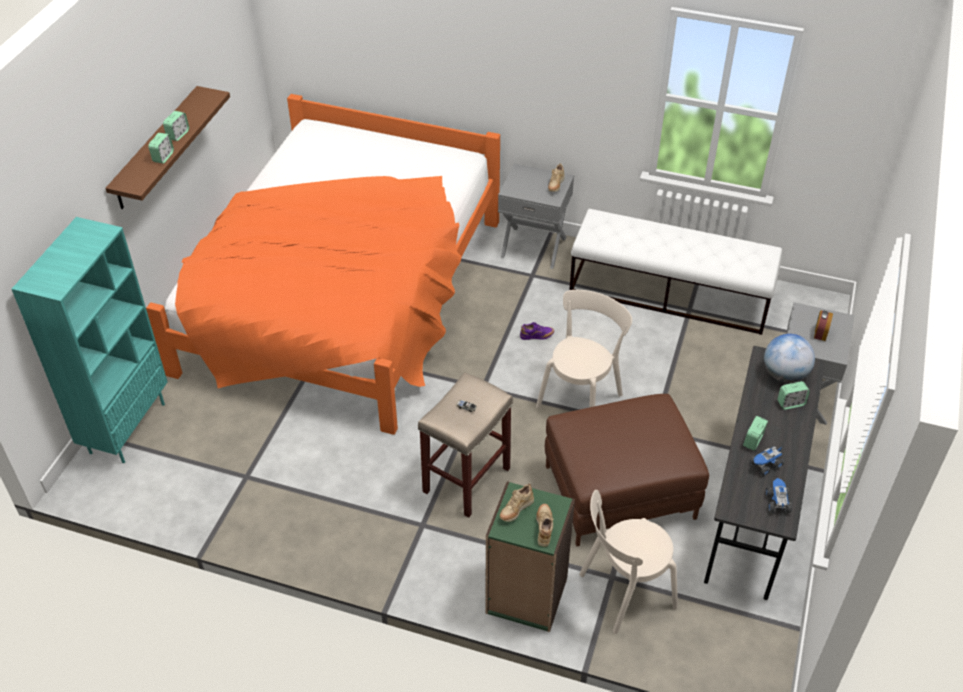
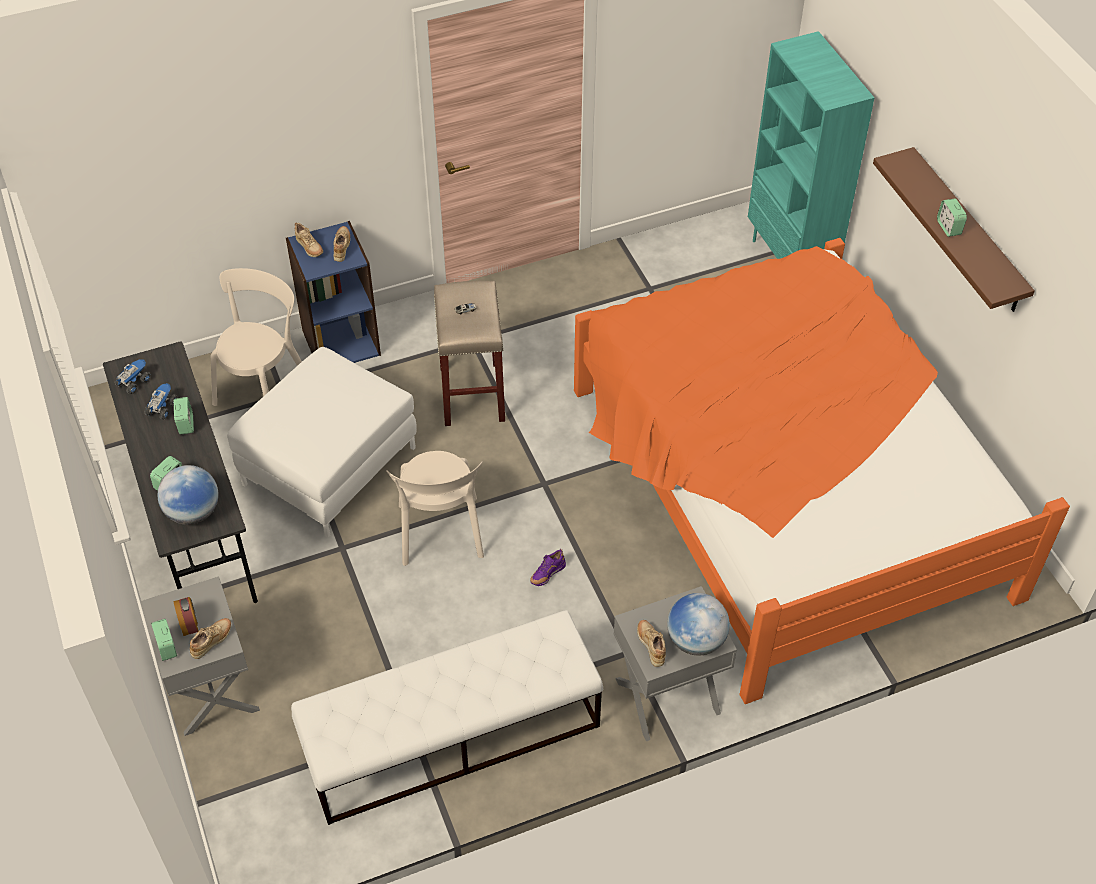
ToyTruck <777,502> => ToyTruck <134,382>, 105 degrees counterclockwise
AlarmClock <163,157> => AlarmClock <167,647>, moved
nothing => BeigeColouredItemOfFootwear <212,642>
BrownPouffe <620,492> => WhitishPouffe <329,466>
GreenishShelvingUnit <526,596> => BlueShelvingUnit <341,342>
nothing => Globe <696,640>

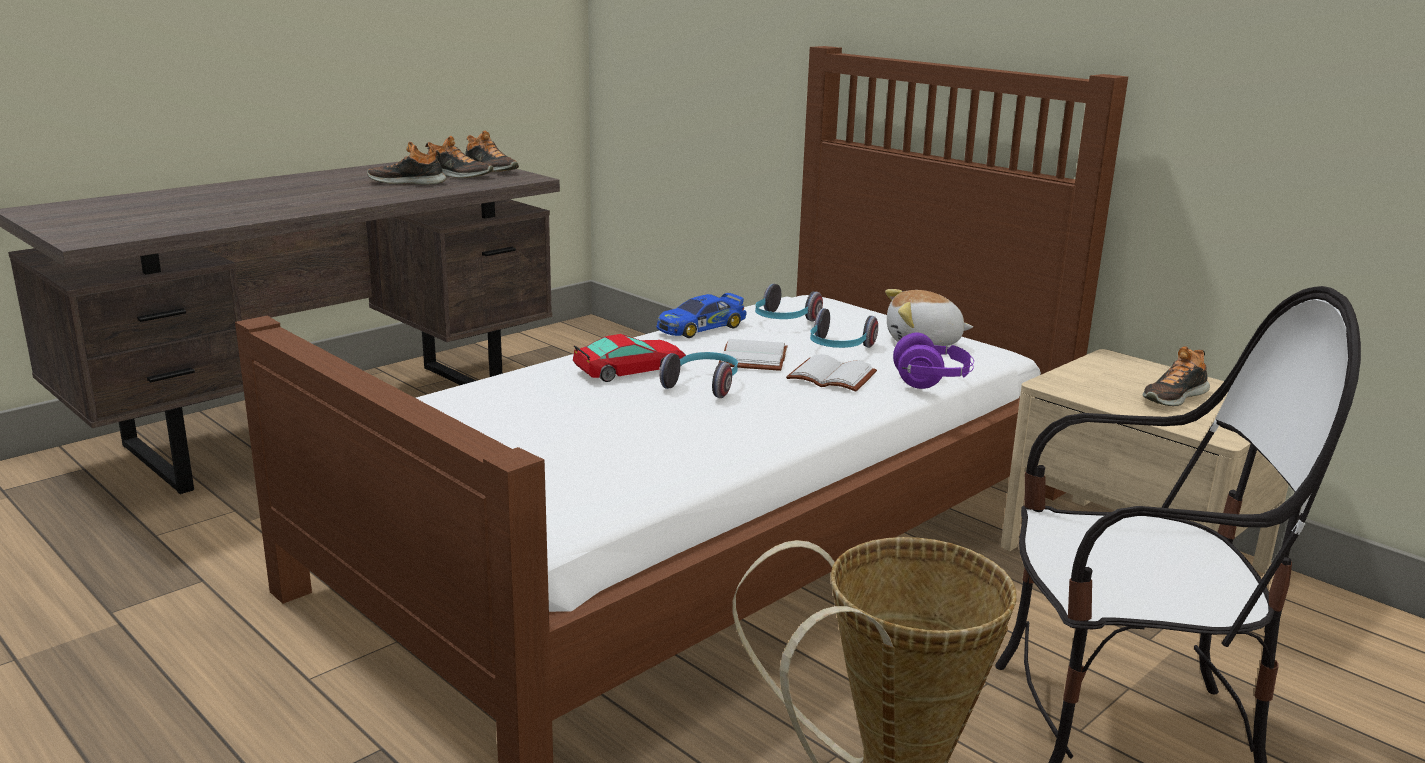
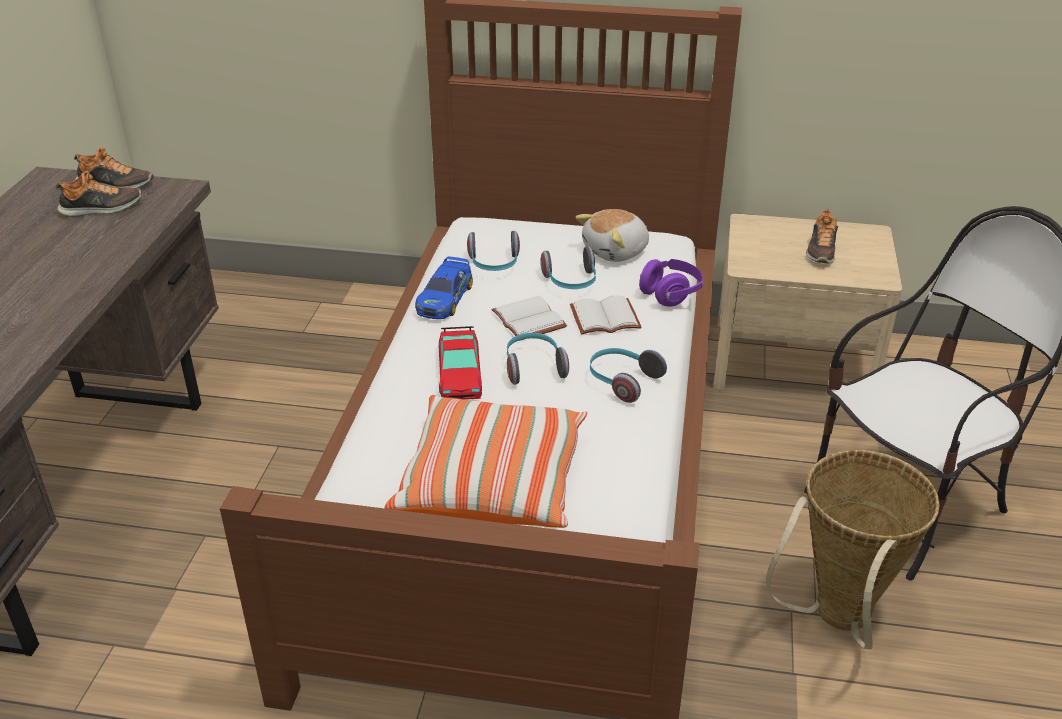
nothing => Pillow <492,482>
MiniatureCar <630,370> => MiniatureCar <459,374>, 150 degrees clockwise
nothing => Headset <622,381>
ItemOfFootwear <407,182> => nothing

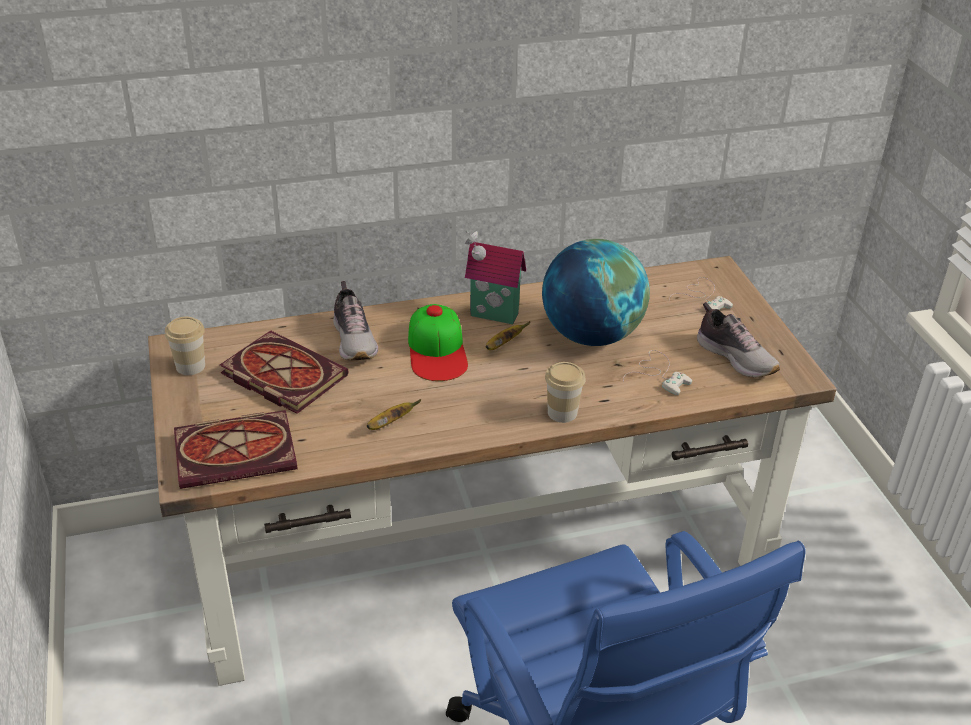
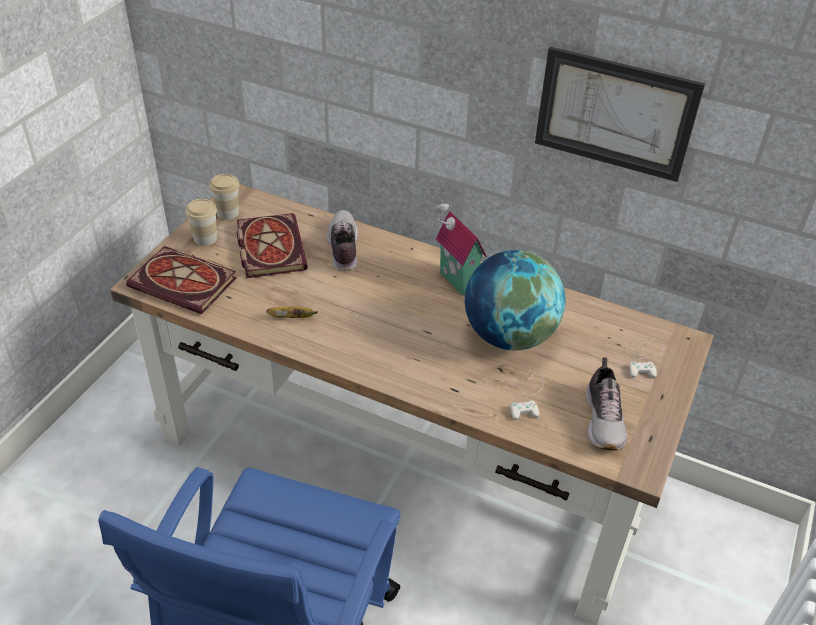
Cup <562,413> => Cup <205,238>, moved
ItemOfFootwear <355,340> => ItemOfFootwear <342,248>, 150 degrees clockwise
nothing => Picture <615,113>
BaseballCap <437,350> => nothing
BananaFruit <503,344> => nothing

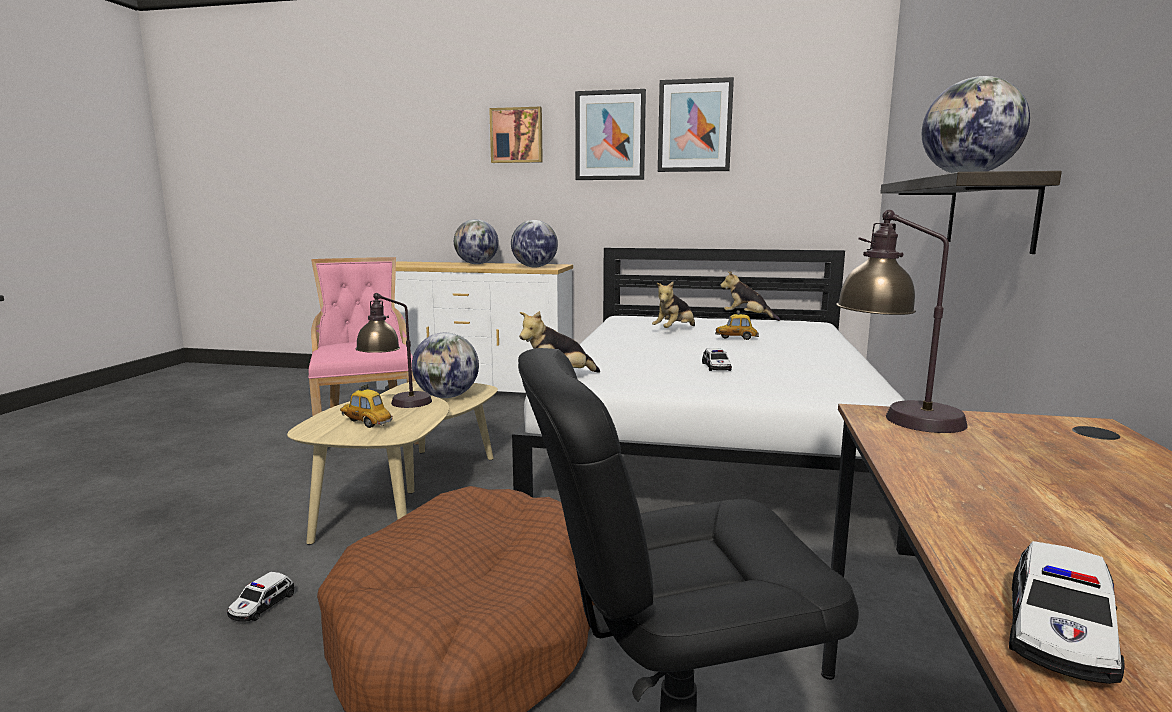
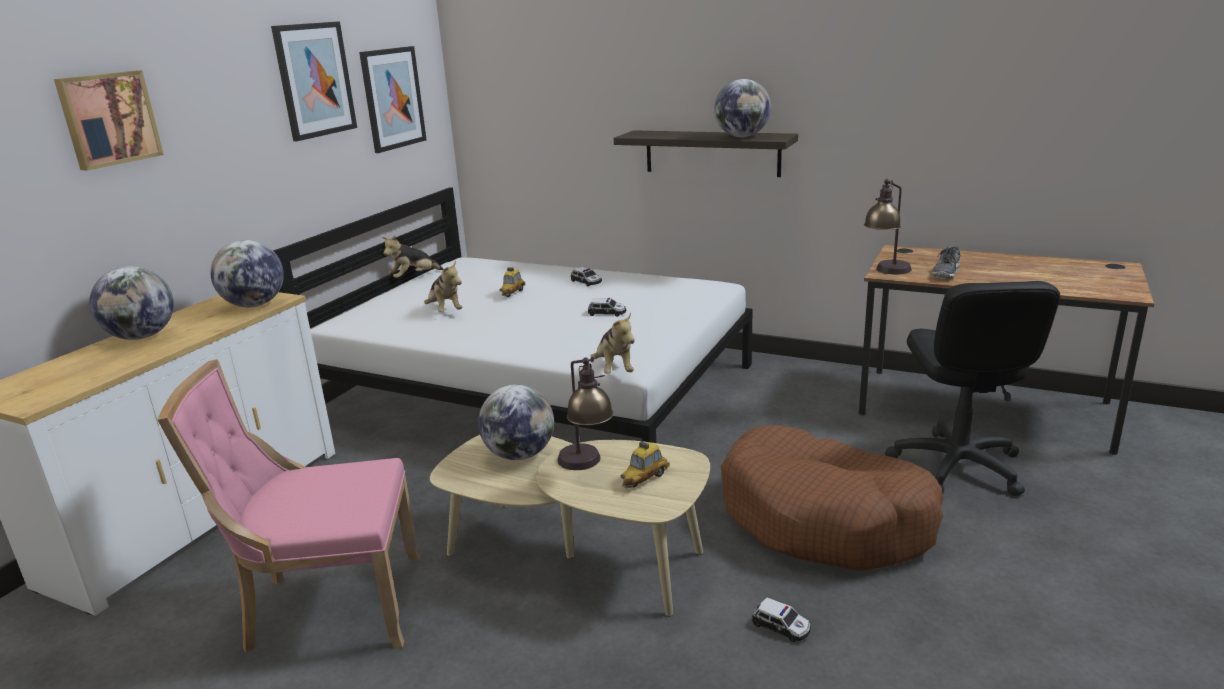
Picture <610,135> => Picture <393,98>, moved
MiniatureCar <1059,633> => MiniatureCar <586,282>, moved
nothing => ItemOfFootwear <946,273>

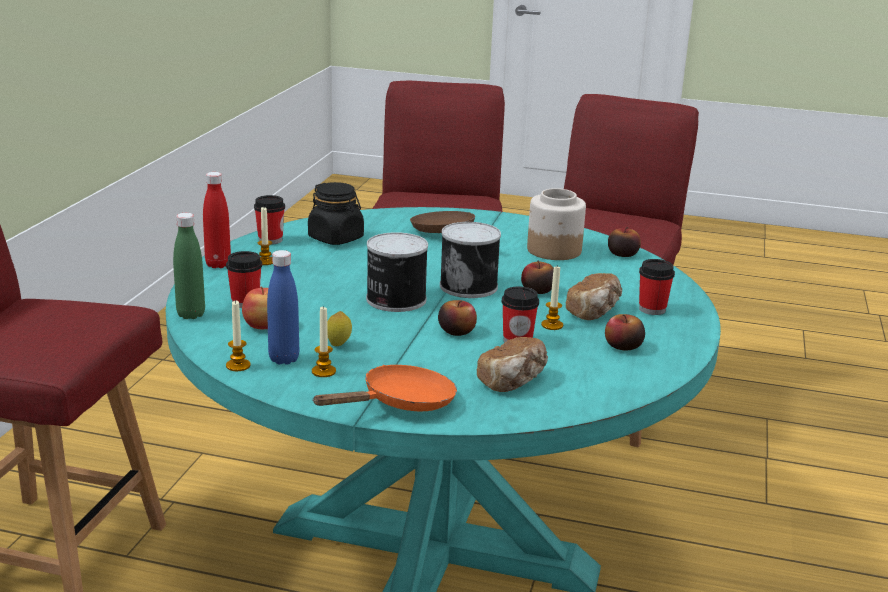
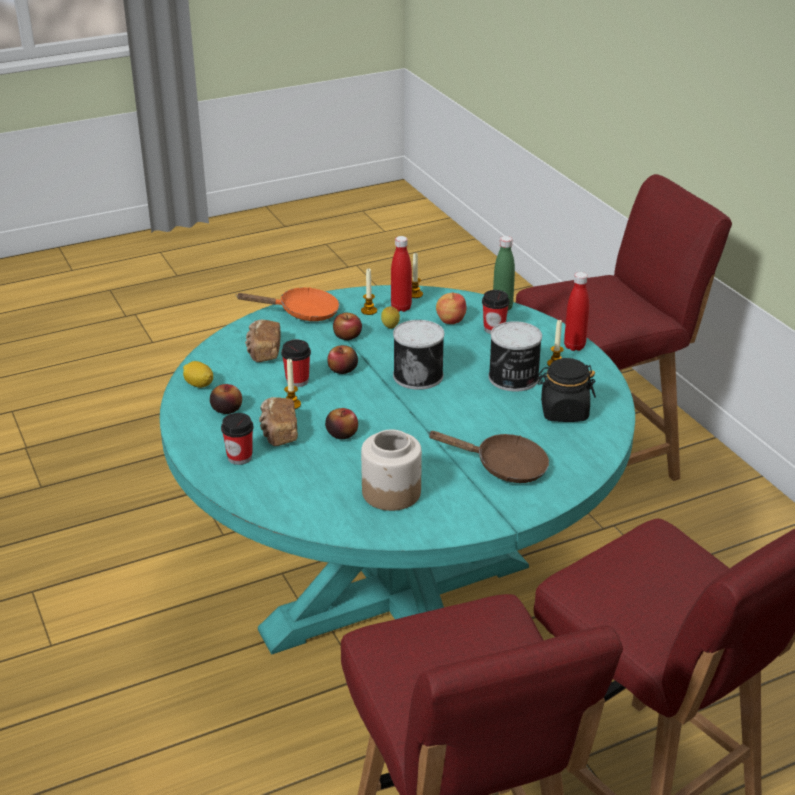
nothing => WholeLemon <199,385>
OrangeSkillet <401,403> => OrangeSkillet <302,313>, 105 degrees counterclockwise
Apple <622,254> => Apple <347,336>, moved
BlueDrinkBottle <284,359> => RedDrinkBottle <401,307>
SealedCan <469,286> => SealedCan <513,378>, moved
Cup <270,240> => nothing

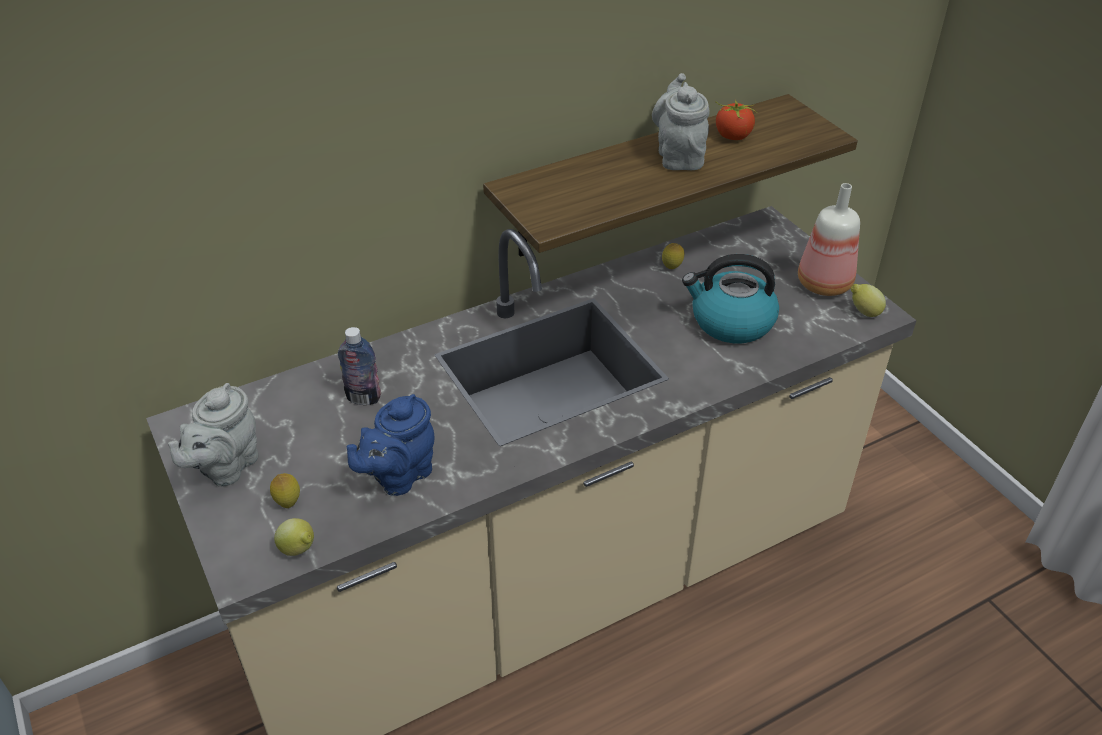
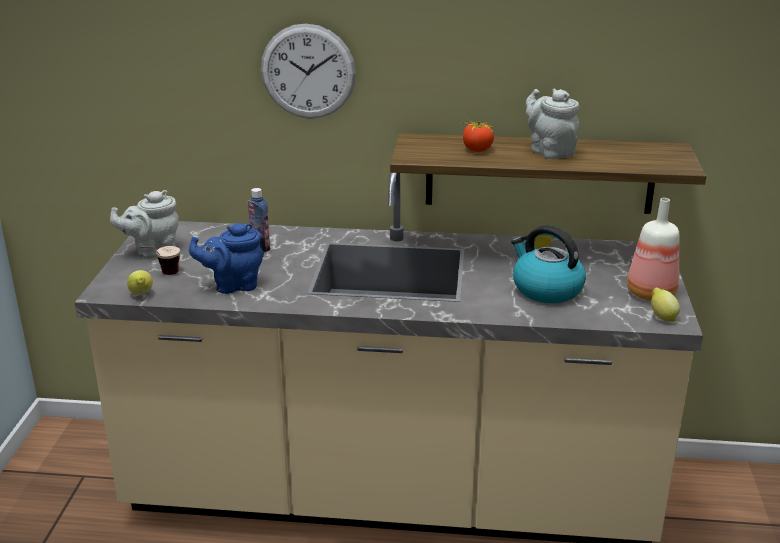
WholeLemon <288,503> => Cup <162,275>
nothing => WallClock <308,71>
WholeTomato <732,136> => WholeTomato <477,150>, moved
GrayPotForTea <679,156> => GrayPotForTea <549,151>, 60 degrees counterclockwise

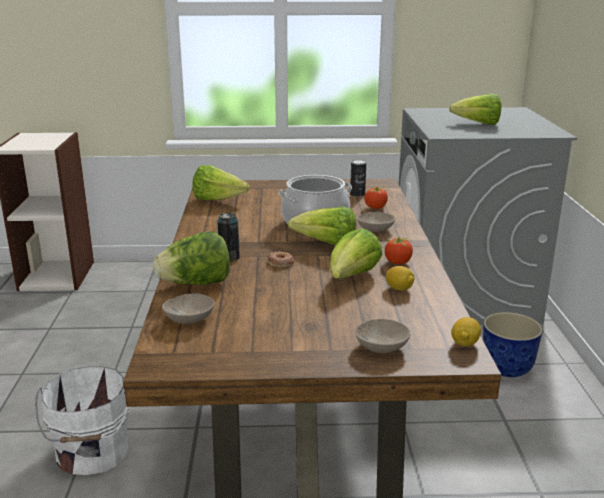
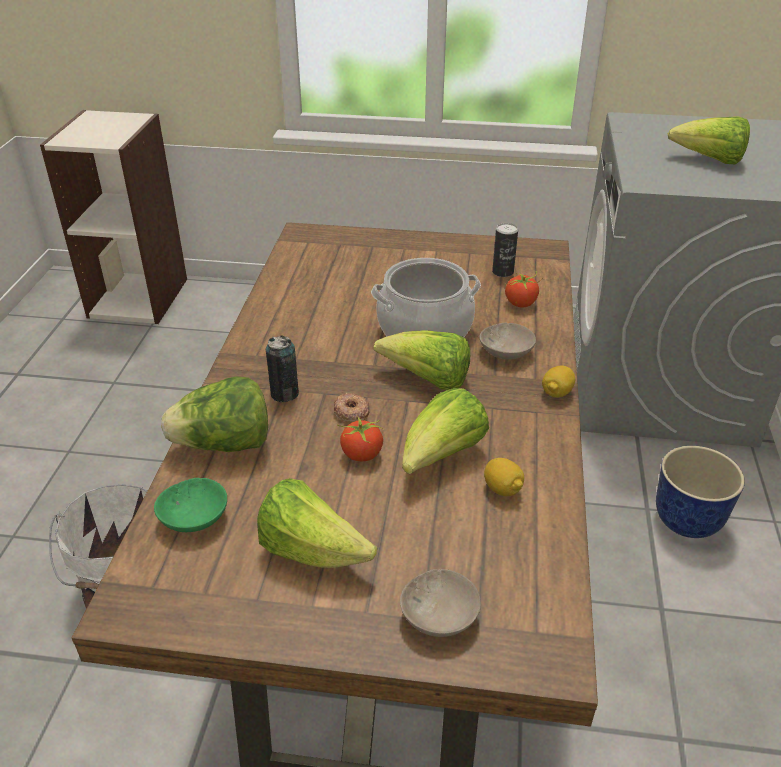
BeigeColouredServingBowl <189,319> => GreenishServingBowl <194,519>
Lettuce <218,200> => Lettuce <312,551>, moved
WholeTomato <397,262> => WholeTomato <361,455>, moved
WholeLemon <464,343> => WholeLemon <556,393>, moved

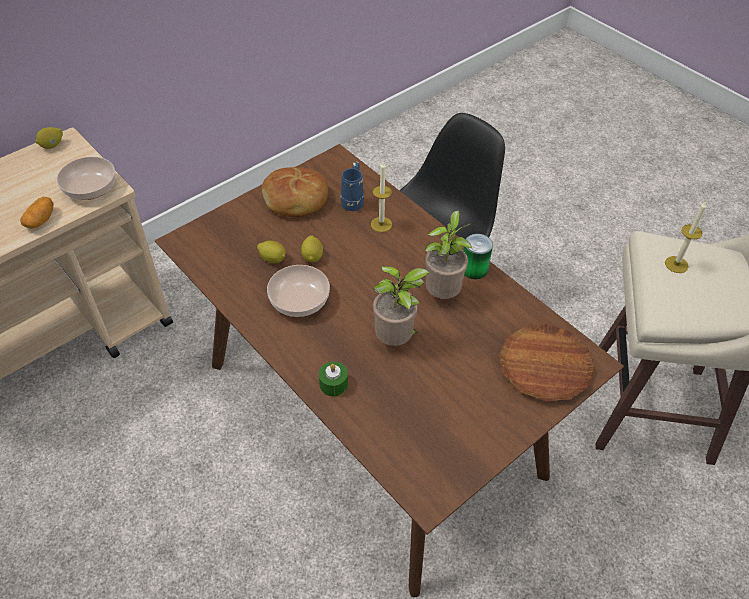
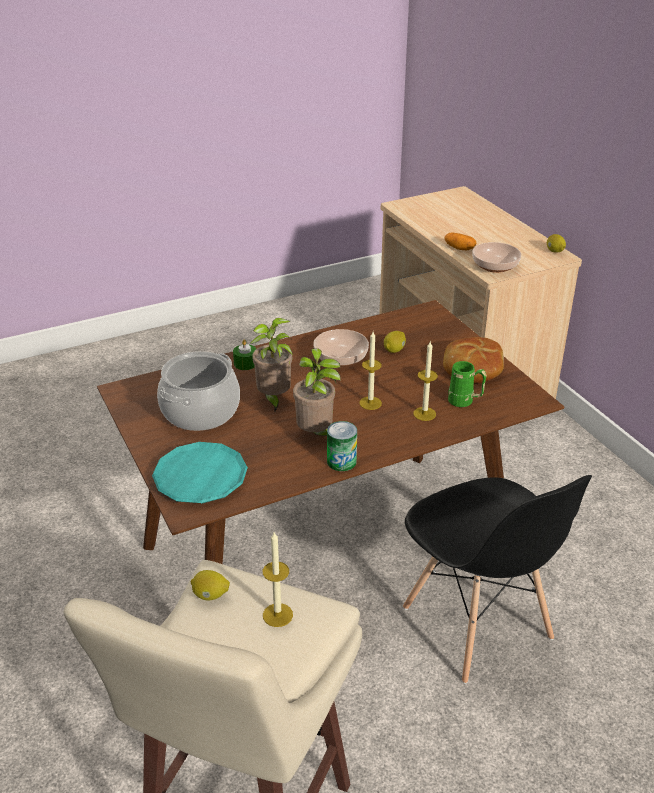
BrownFlatDish <545,366> => TurquoiseFlatDish <200,478>
nothing => Stockpot <200,411>
WholeLemon <312,256> => WholeLemon <210,595>, moved
nothing => WaxCandle <370,403>
BlueTeaMug <353,200> => GreenishTeaMug <465,402>

